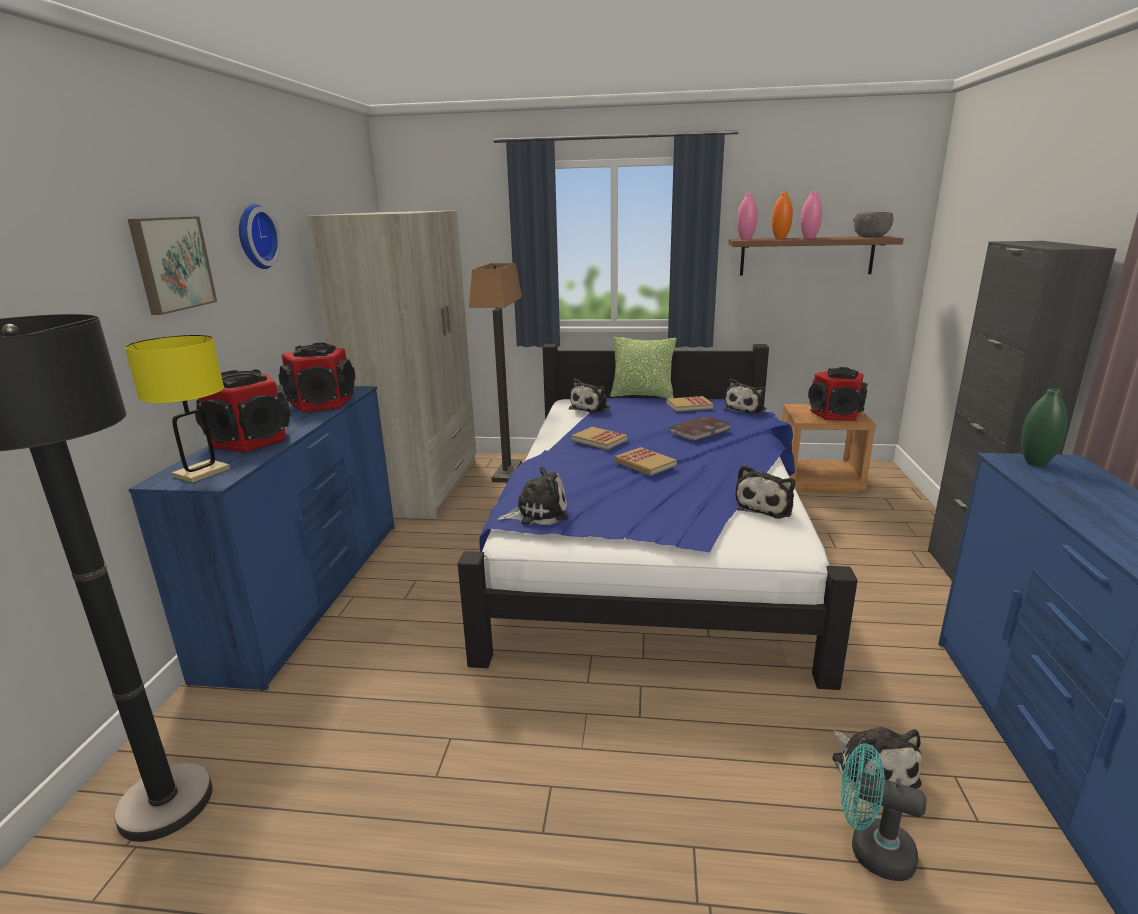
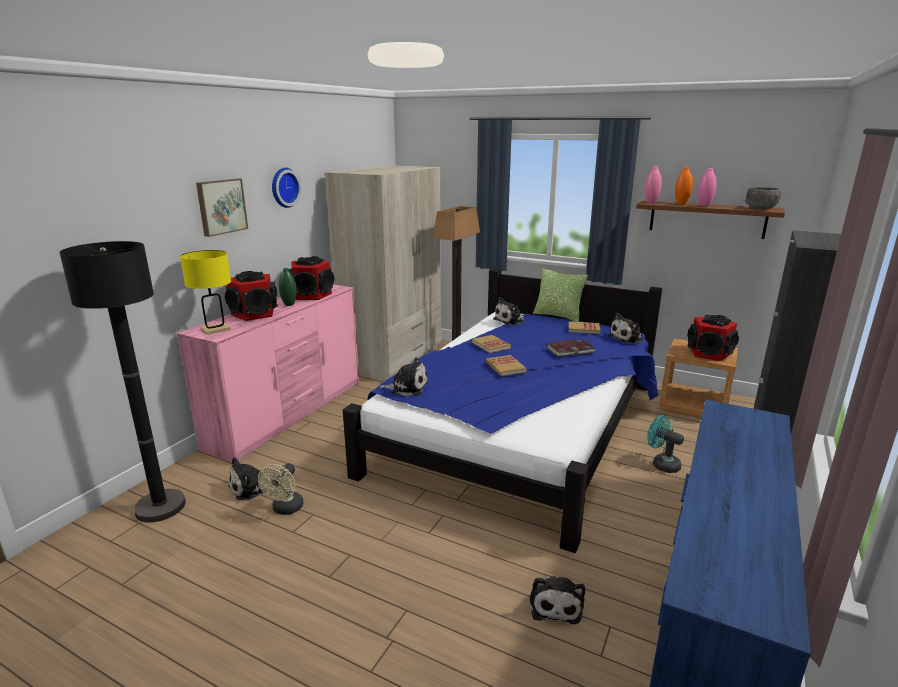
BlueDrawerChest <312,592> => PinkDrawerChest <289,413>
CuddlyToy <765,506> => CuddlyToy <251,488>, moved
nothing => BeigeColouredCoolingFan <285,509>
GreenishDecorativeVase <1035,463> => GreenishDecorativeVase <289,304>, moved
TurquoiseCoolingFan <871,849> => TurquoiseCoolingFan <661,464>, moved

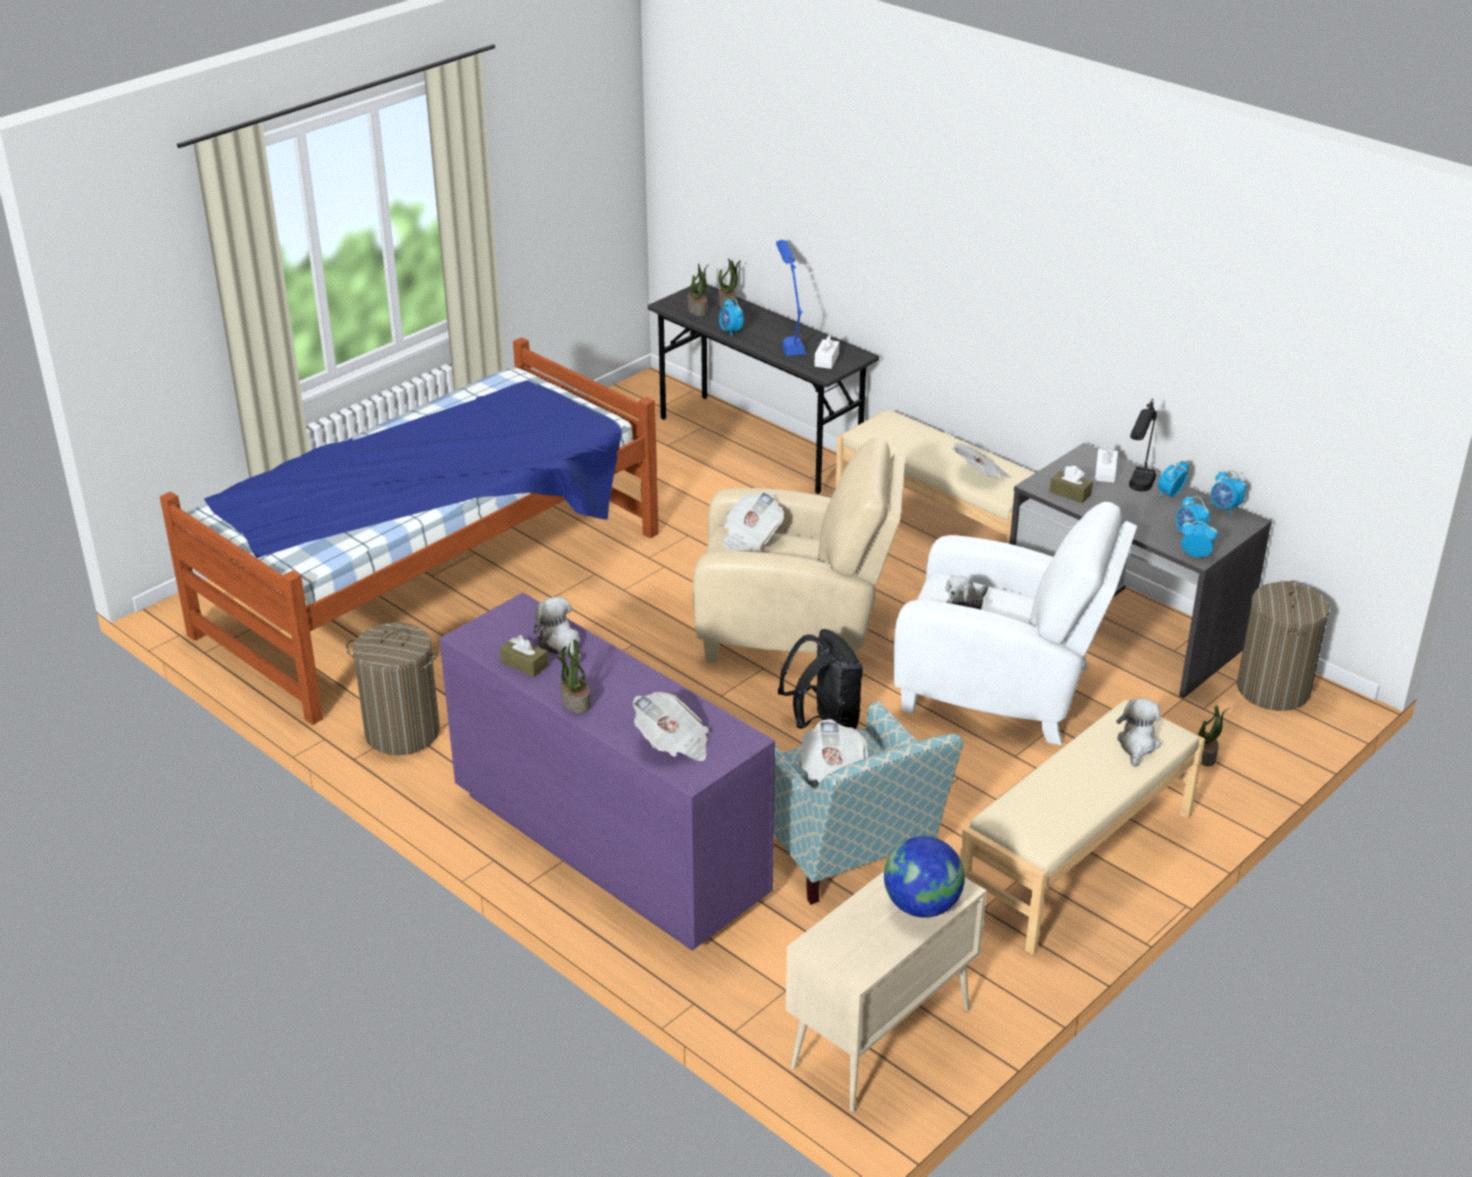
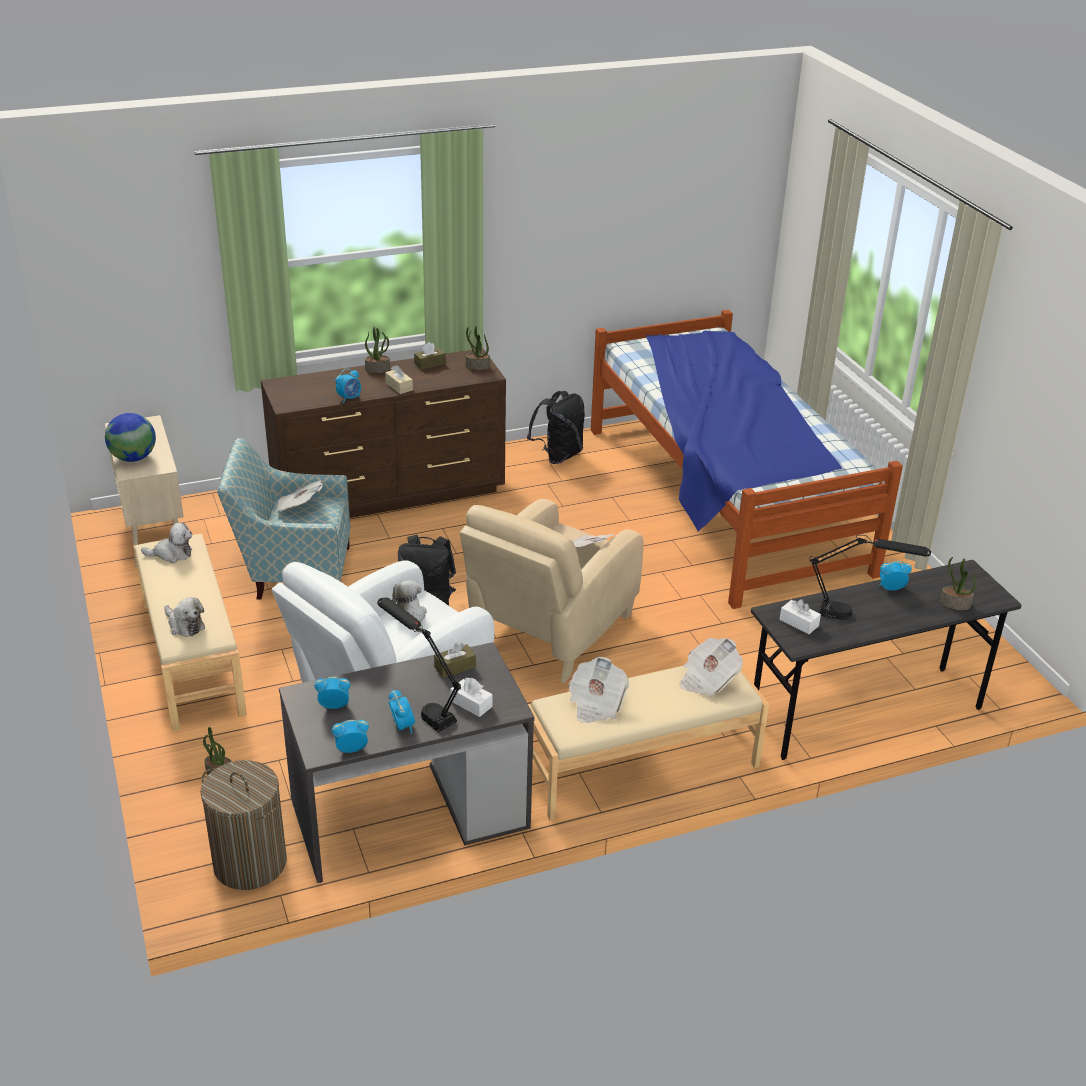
CuddlyToy <560,644> => CuddlyToy <172,554>, moved
PurpleDrawerChest <609,845> => BrownDrawerChest <390,494>
AlarmClock <1196,554> => AlarmClock <349,398>, moved
nothing => BeigeColouredTissueHolder <399,386>
PlantInAPot <697,310> => PlantInAPot <477,366>, moved
LaundryBasket <402,732> => BlackColouredBackpack <558,455>
Newspaper <673,744> => Newspaper <707,680>, moved
BlueTableLamp <789,339> => BlackColouredTableLamp <857,616>

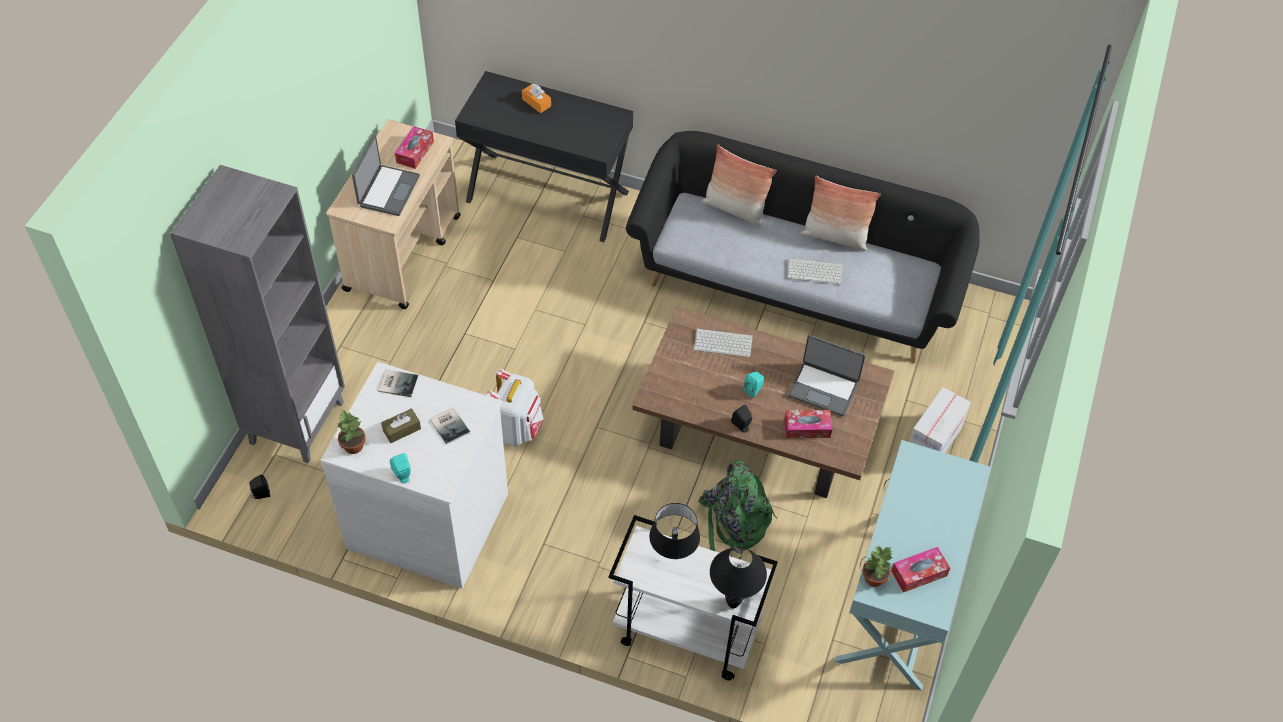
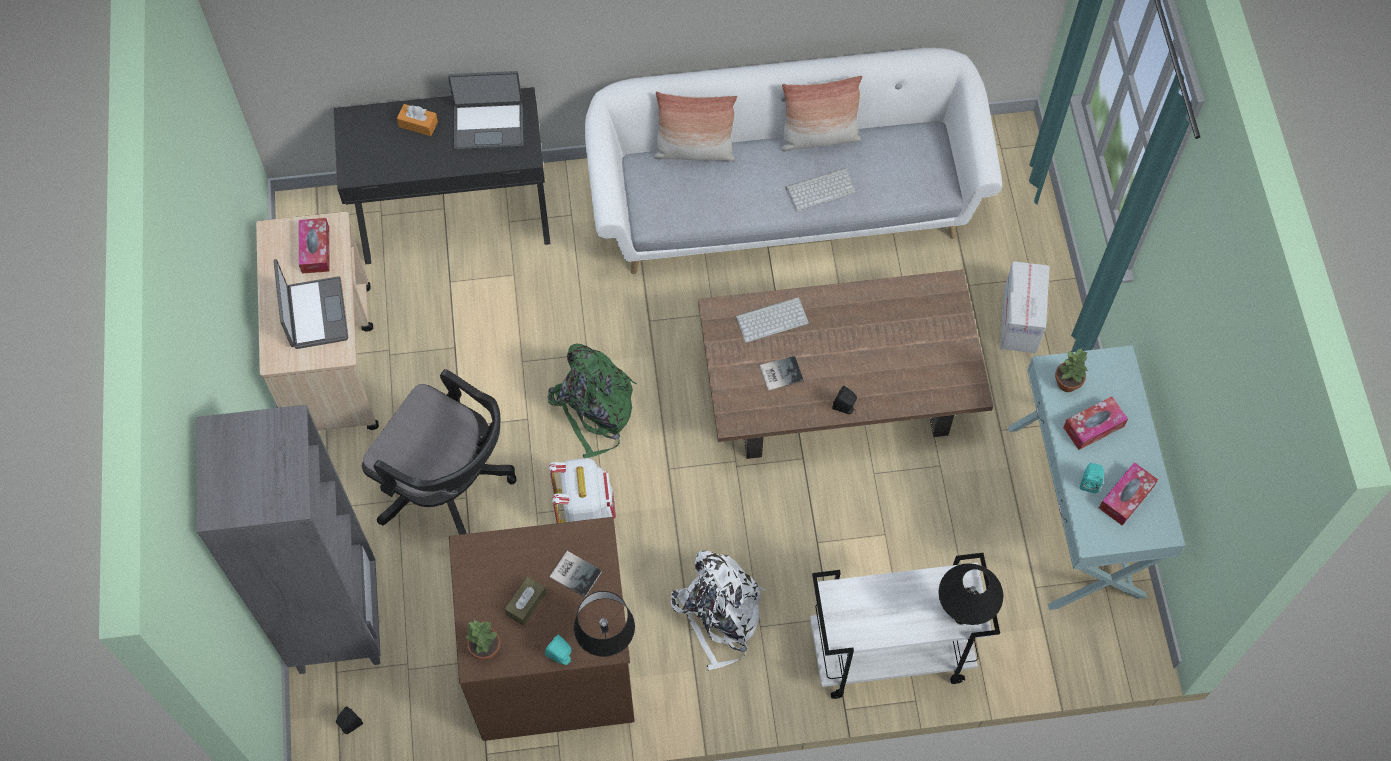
nothing => BlackColouredDeskChair <449,486>
NotebookComputer <823,388> => NotebookComputer <489,125>, moved
WhitishDrawerChest <429,518> => BrownDrawerChest <552,662>
GreenishBackpack <733,523> => GreenishBackpack <594,409>, moved
BlackColouredTableLamp <672,558> => BlackColouredTableLamp <605,644>, moved
BlackColouredSofa <795,284> => WhitishSofa <784,201>
nothing => WhitishBackpack <719,614>
Book <397,383> => Book <780,373>, moved
PlantInAPot <874,578> => PlantInAPot <1068,383>, moved
TissueHolder <807,428> => TissueHolder <1093,427>, moved
TurquoiseLoudspeaker <753,390> => TurquoiseLoudspeaker <1089,482>, moved

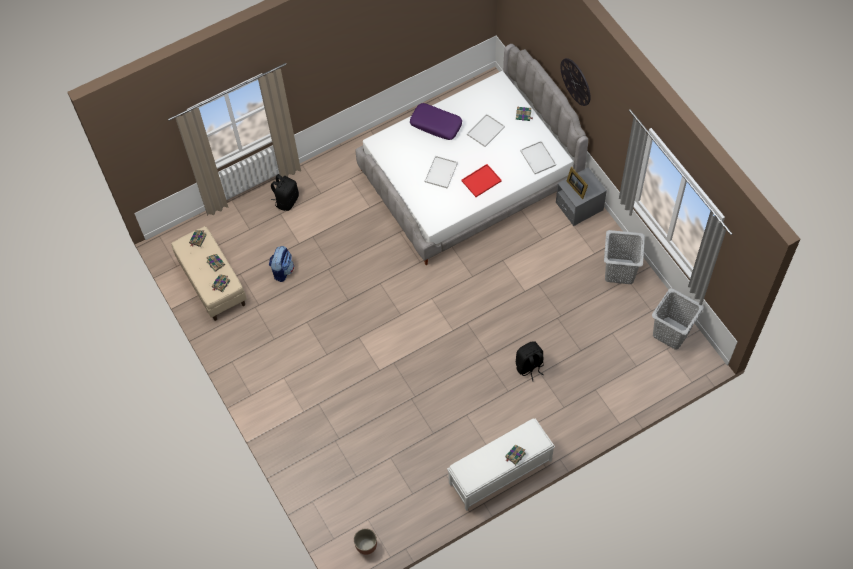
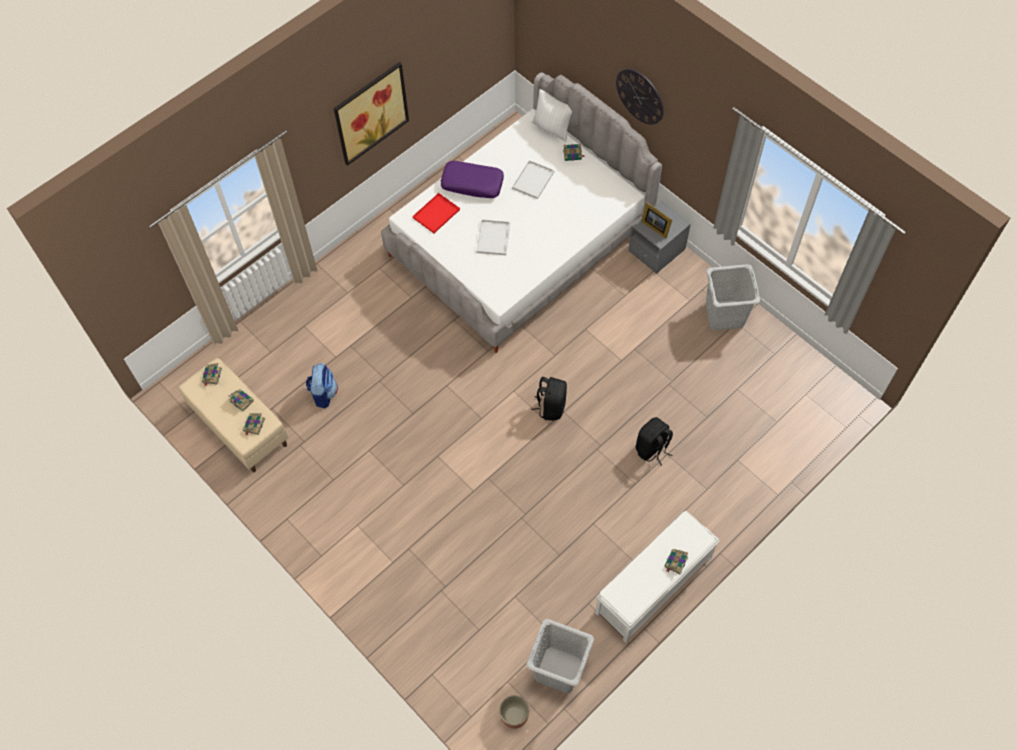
nothing => Picture <371,113>
RedTray <481,180> => RedTray <436,213>, moved
GrayLaundryBasket <671,332> => GrayLaundryBasket <558,668>, moved
BlackColouredBackpack <286,200> => BlackColouredBackpack <551,407>, moved
nothing => WhitishPillow <552,128>
WhitishTray <537,157> => nothing

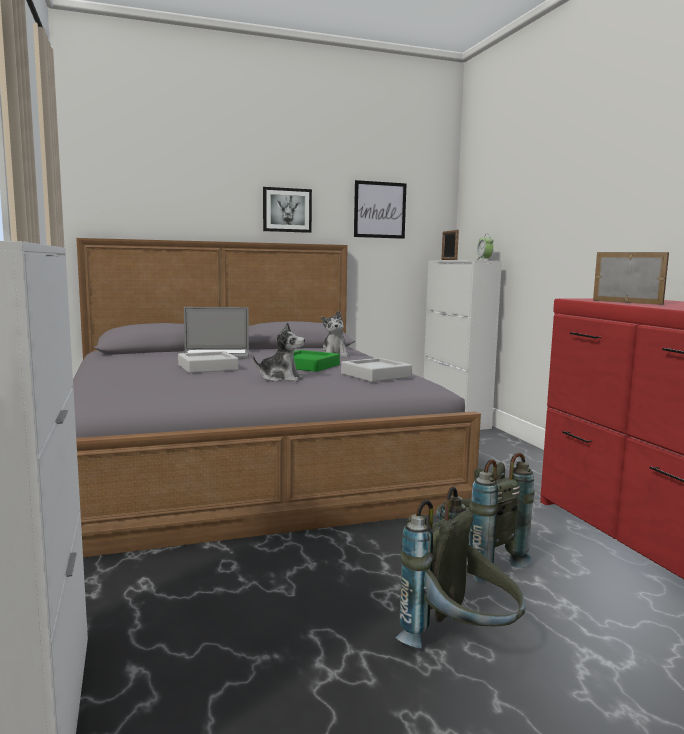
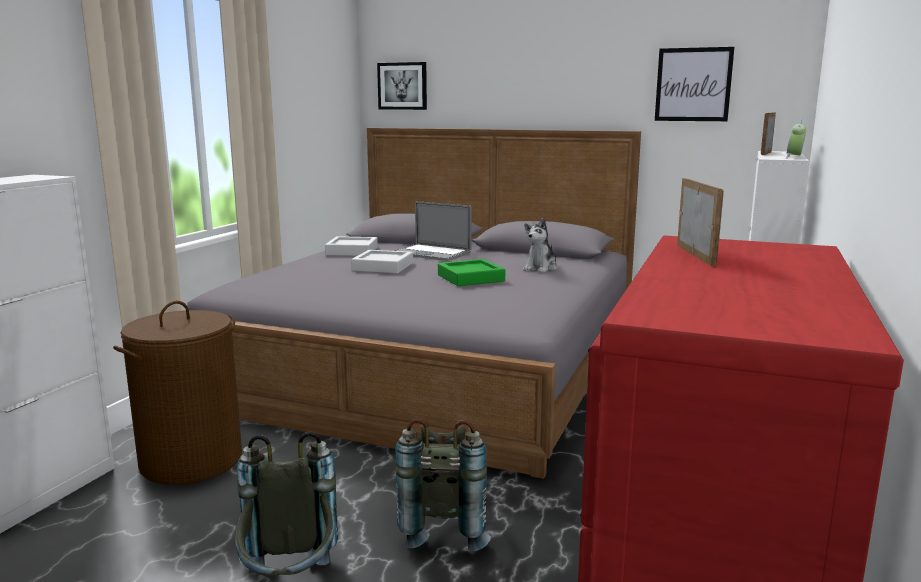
nothing => BrownLaundryBasket <191,460>
GrayTray <376,375> => GrayTray <352,251>, moved
Picture <287,210> => Picture <402,86>, moved
CuddlyToy <280,378> => nothing

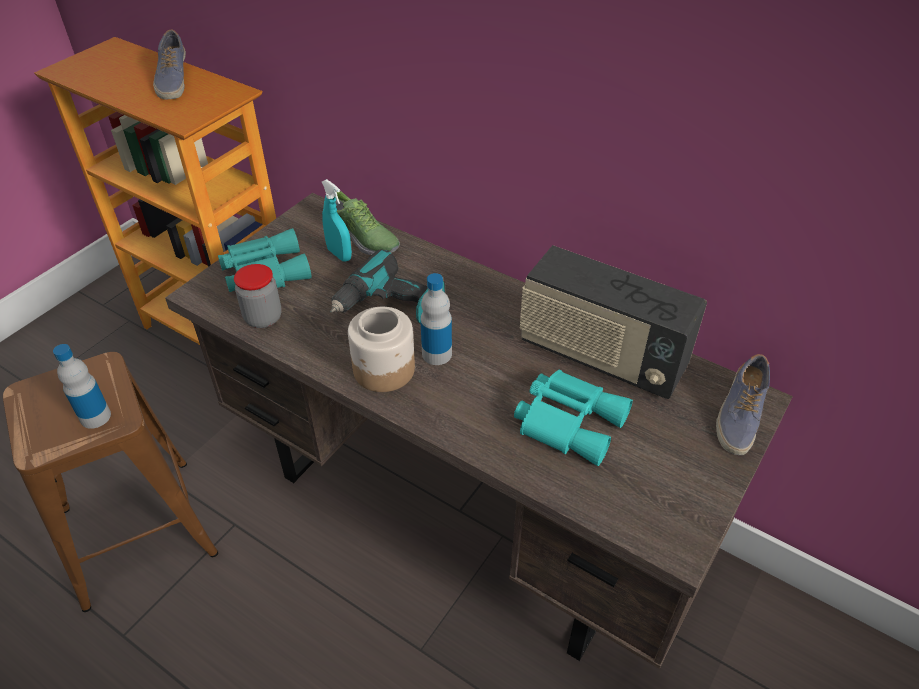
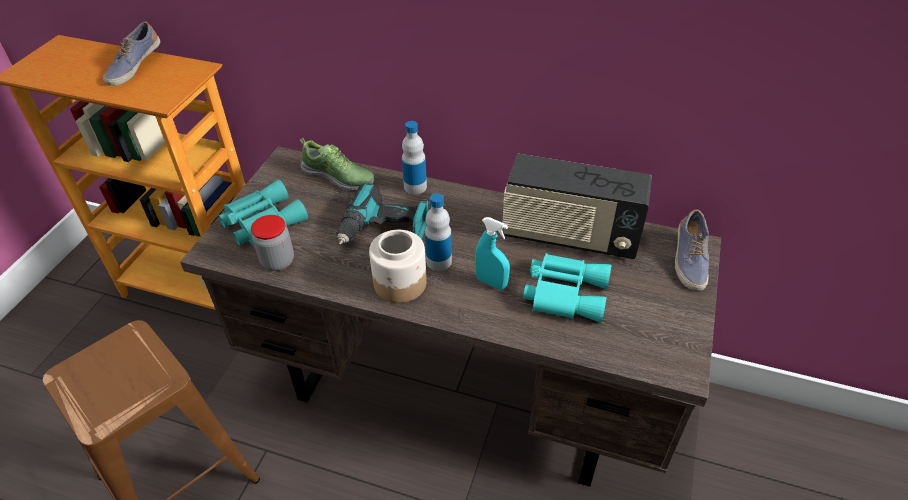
ItemOfFootwear <172,80> => ItemOfFootwear <134,67>, 45 degrees clockwise
DrinkBottle <95,417> => DrinkBottle <415,187>, moved
TurquoiseSprayBottle <339,254> => TurquoiseSprayBottle <491,282>, moved

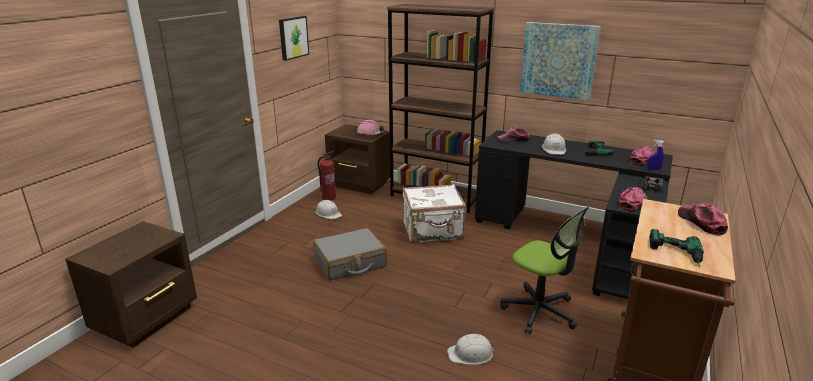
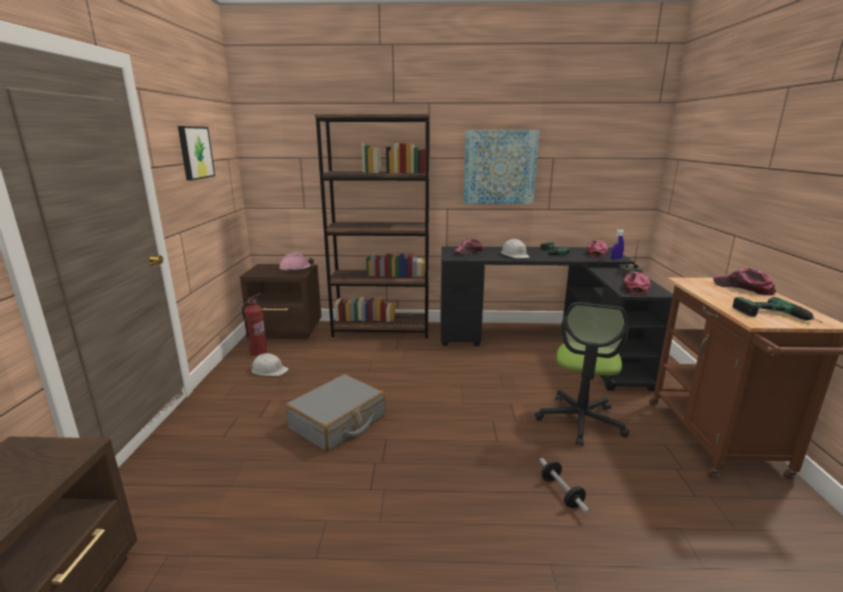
DeskChair <539,311> => DeskChair <580,421>, 90 degrees clockwise
WhitishSafetyHelmet <471,354> => FreeWeight <561,493>
WhitishPieceOfLuggage <433,231> => nothing

